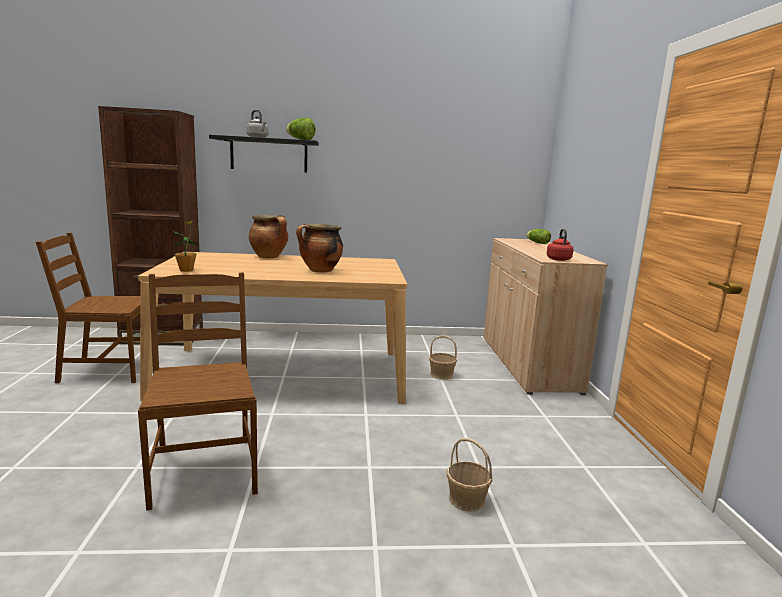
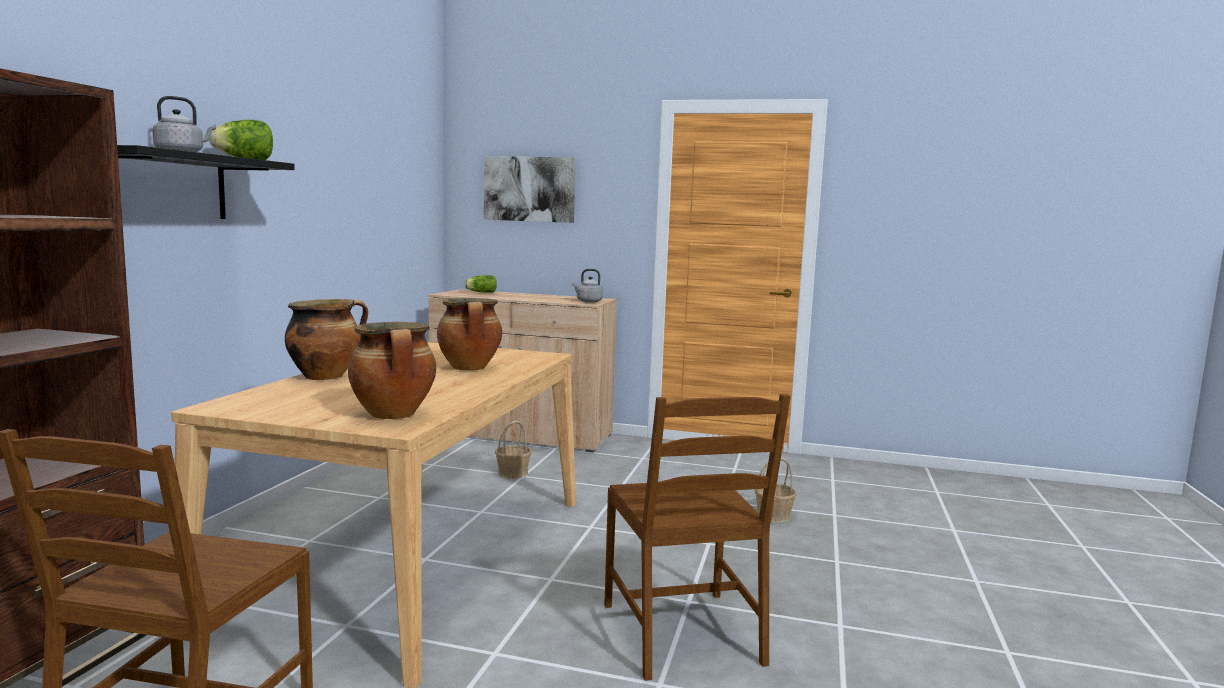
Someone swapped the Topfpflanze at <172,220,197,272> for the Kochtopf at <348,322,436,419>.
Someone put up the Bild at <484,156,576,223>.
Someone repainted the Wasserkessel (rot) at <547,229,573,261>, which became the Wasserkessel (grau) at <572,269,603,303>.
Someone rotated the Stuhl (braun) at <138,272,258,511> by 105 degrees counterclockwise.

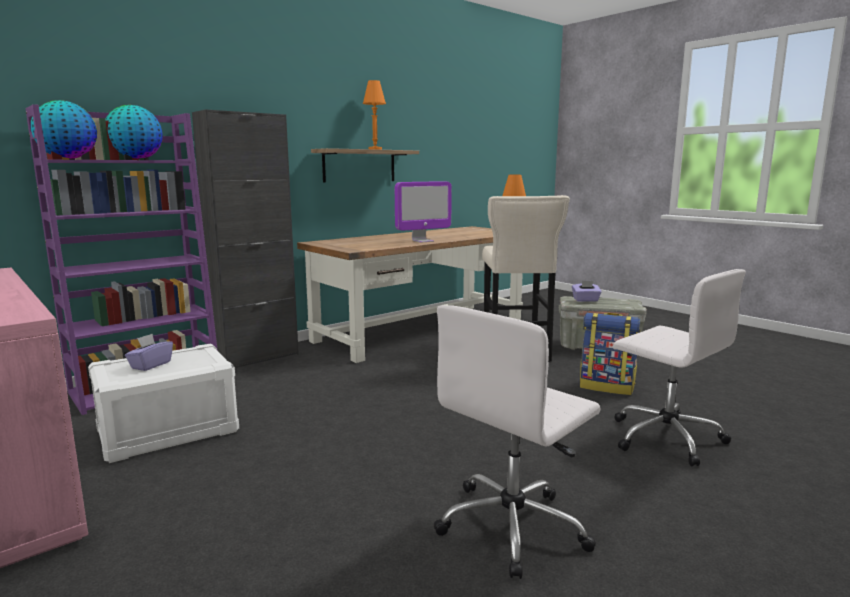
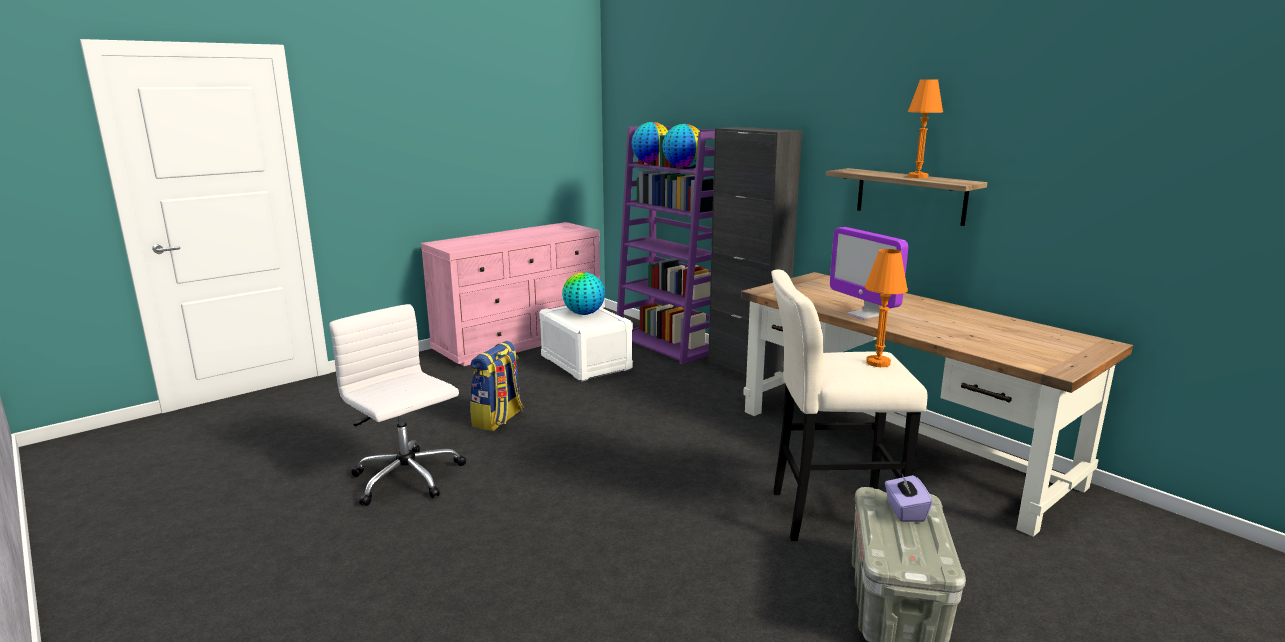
Someone carried the Rucksack from <580,313,640,395> to <470,341,523,431>.
Someone swapped the Taschentuchbox (lila) at <125,334,173,371> for the Globus at <562,272,605,315>.
Someone took away the Bürostuhl (weiß) at <613,269,746,467>.

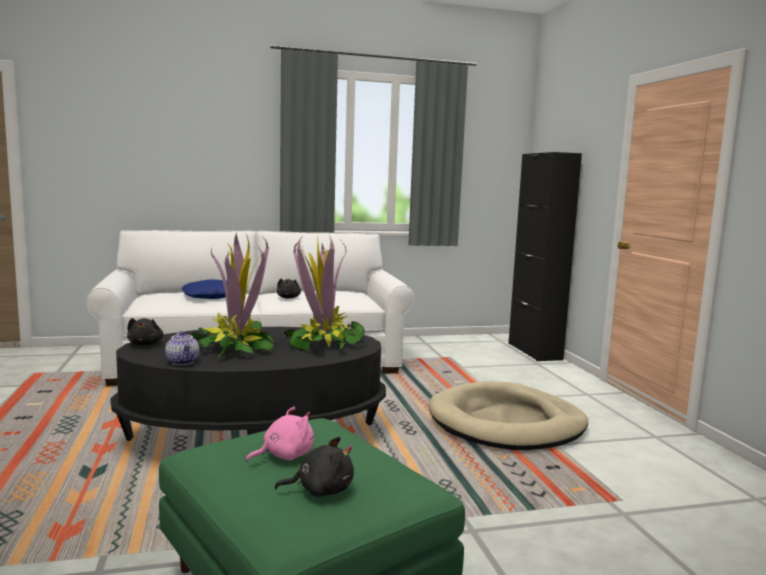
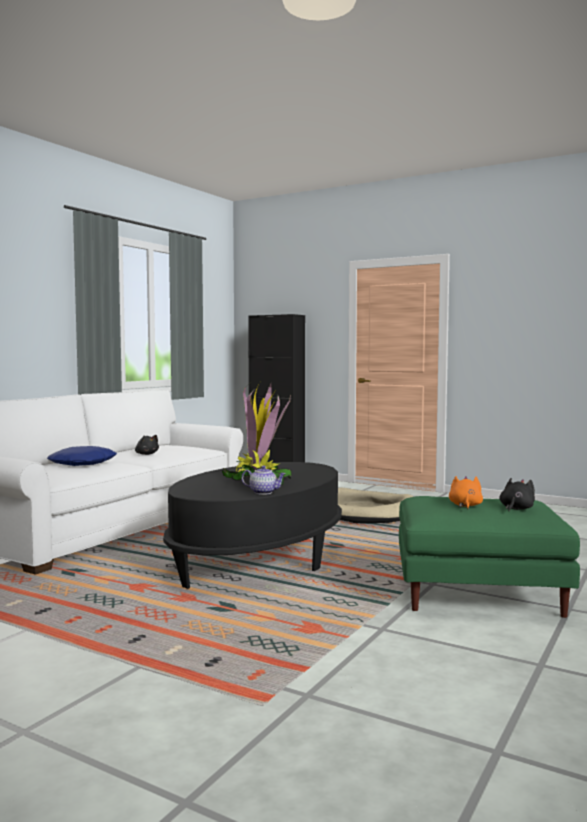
Someone repainted the Plüschtier (rosa) at <246,406,314,462>, which became the Plüschtier (orange) at <449,476,483,509>.
Someone took away the Plüschtier (schwarz) at <127,318,163,346>.
Someone took away the Topfpflanze at <284,235,365,351>.

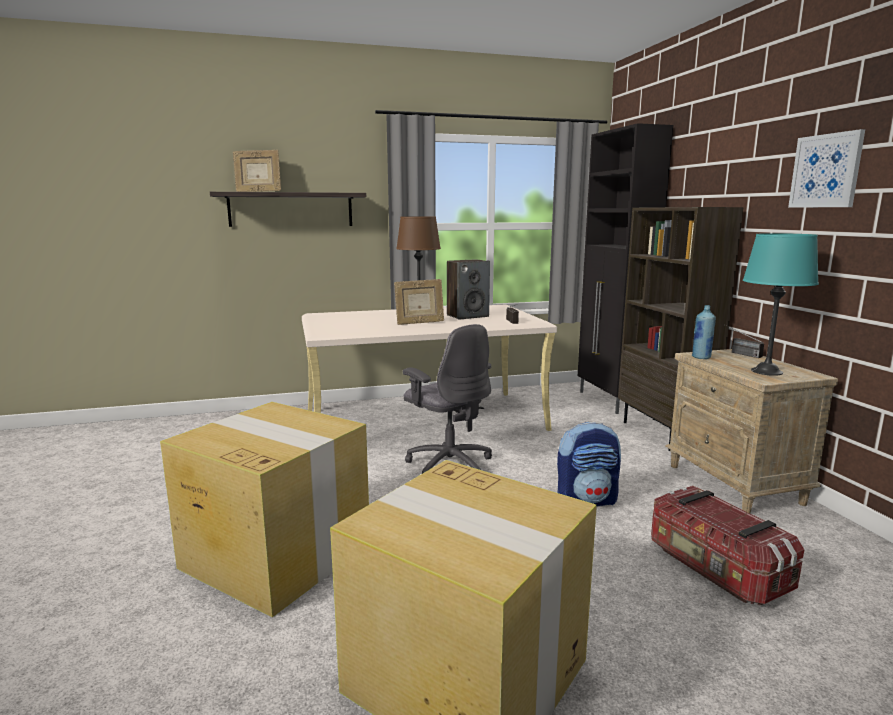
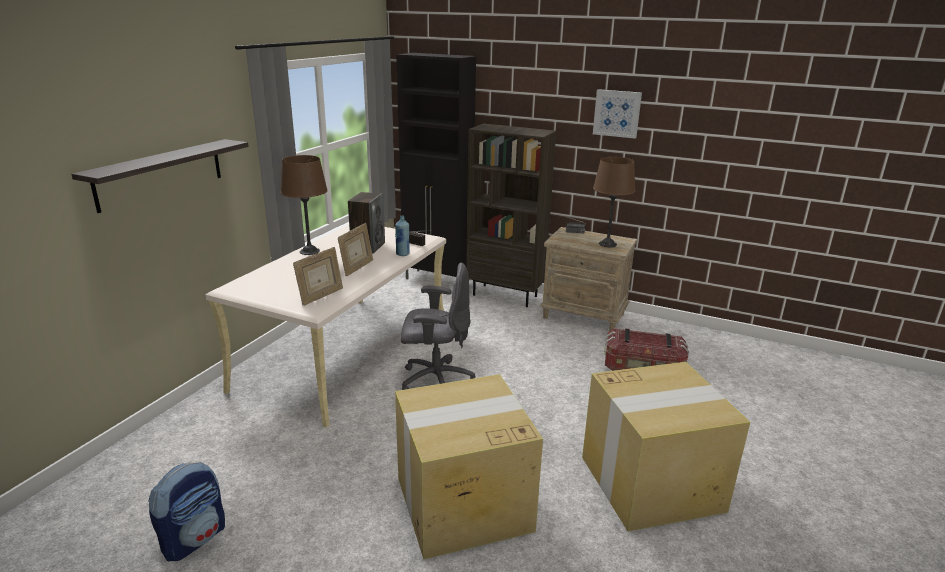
Someone carried the Rucksack from <557,422,621,506> to <148,462,225,561>.
Someone carried the Bilderrahmen from <233,150,281,192> to <293,247,343,306>.
Someone carried the Flasche (blau) from <692,305,716,359> to <395,216,409,256>.
Someone repainted the Tischlampe (türkis) at <743,233,819,376>, which became the Tischlampe (braun) at <593,157,635,247>.

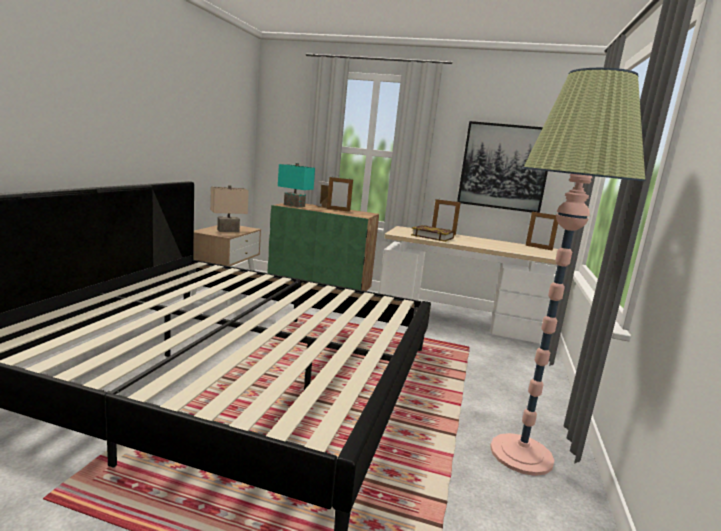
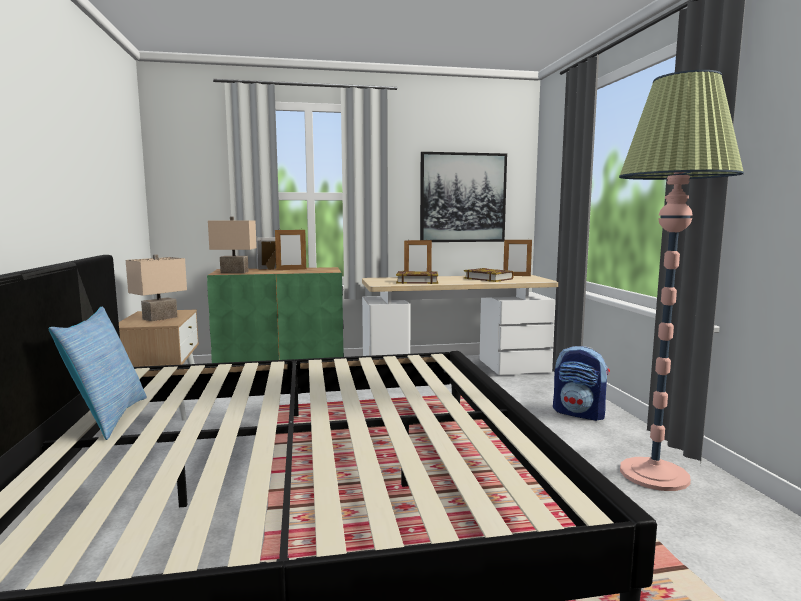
Someone put down the Kissen at <49,307,147,440>.
Someone repainted the Tischlampe (türkis) at <278,163,315,208>, which became the Tischlampe (beige) at <208,217,257,273>.
Someone put down the Buch at <464,268,514,282>.
Someone put down the Rucksack at <553,346,610,421>.

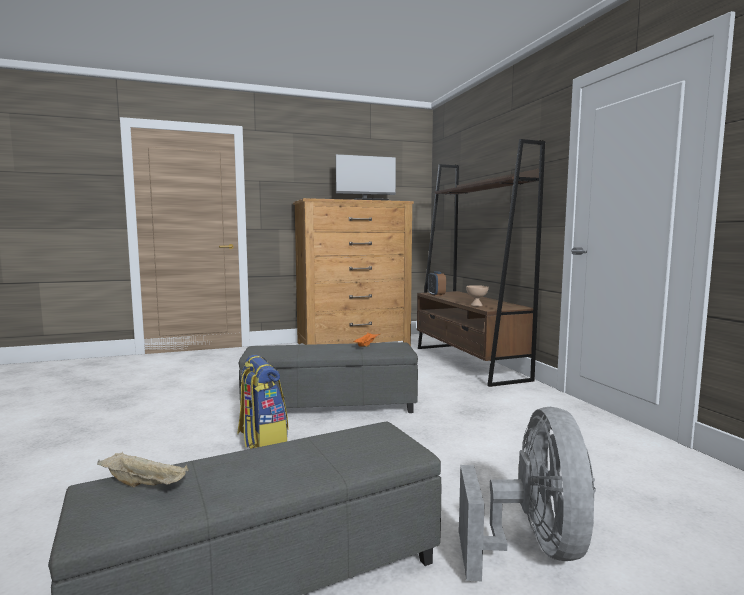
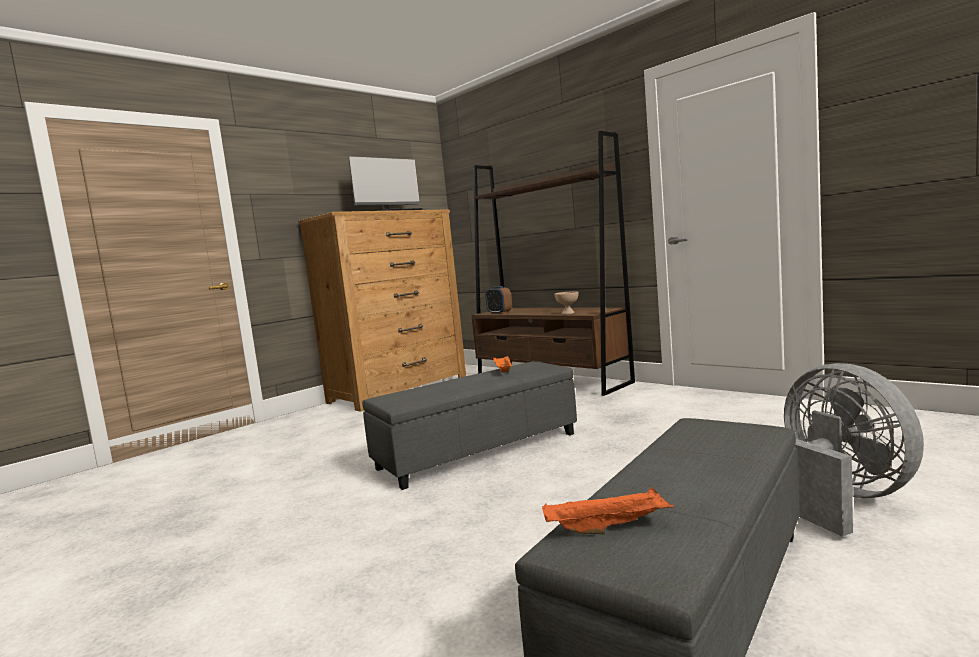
Someone repainted the Tablett (beige) at <97,452,189,487>, which became the Tablett (orange) at <542,487,674,534>.
Someone took away the Rucksack at <237,355,288,449>.

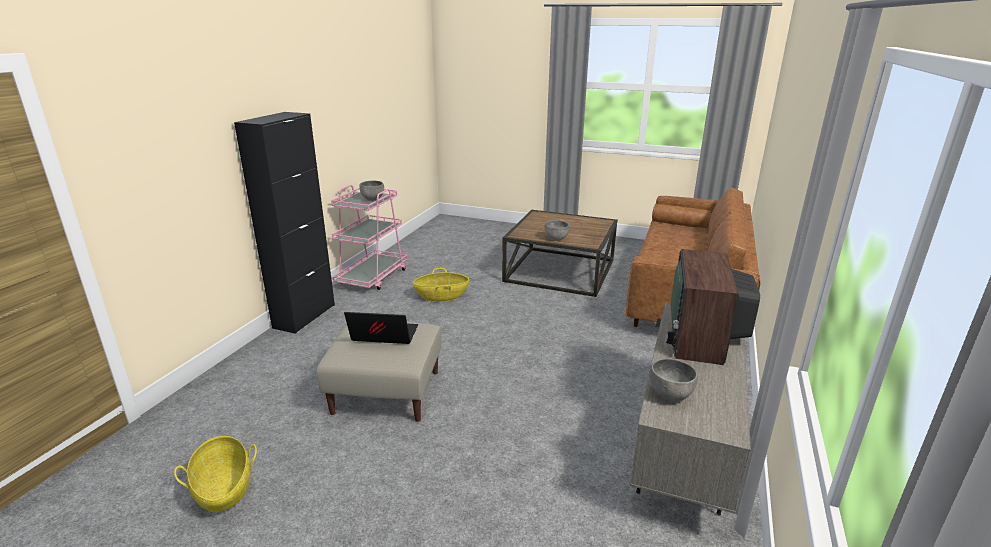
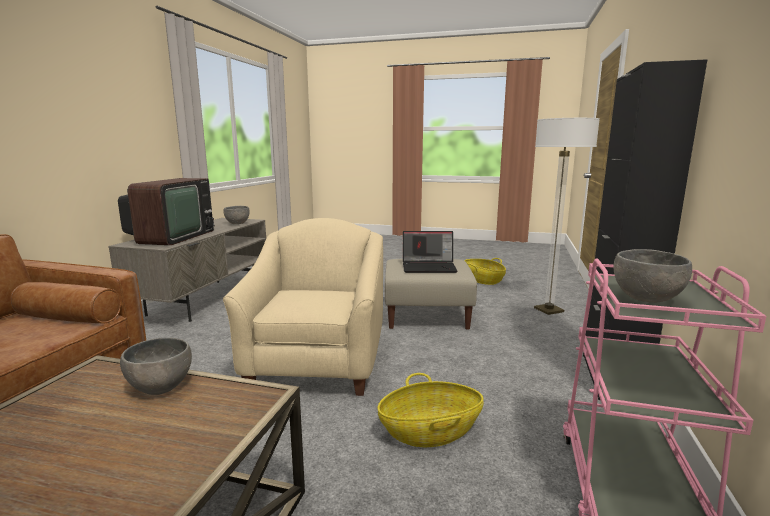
Someone put down the Sessel (beige) at <223,218,383,396>.
Someone put down the Stehlampe at <534,118,600,315>.

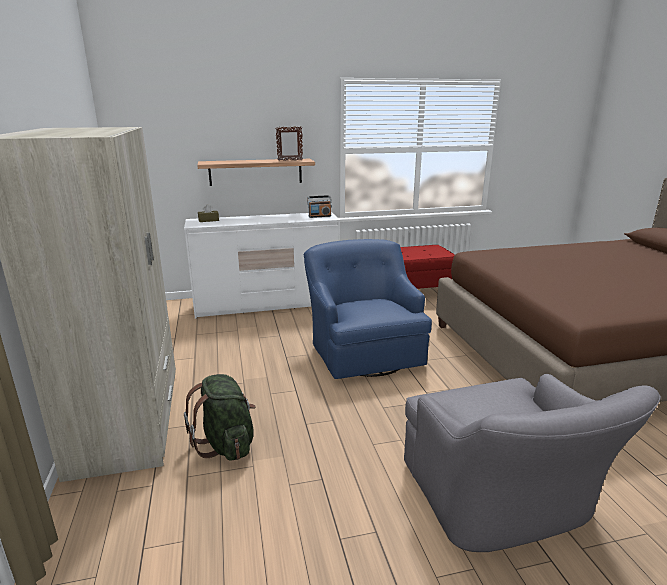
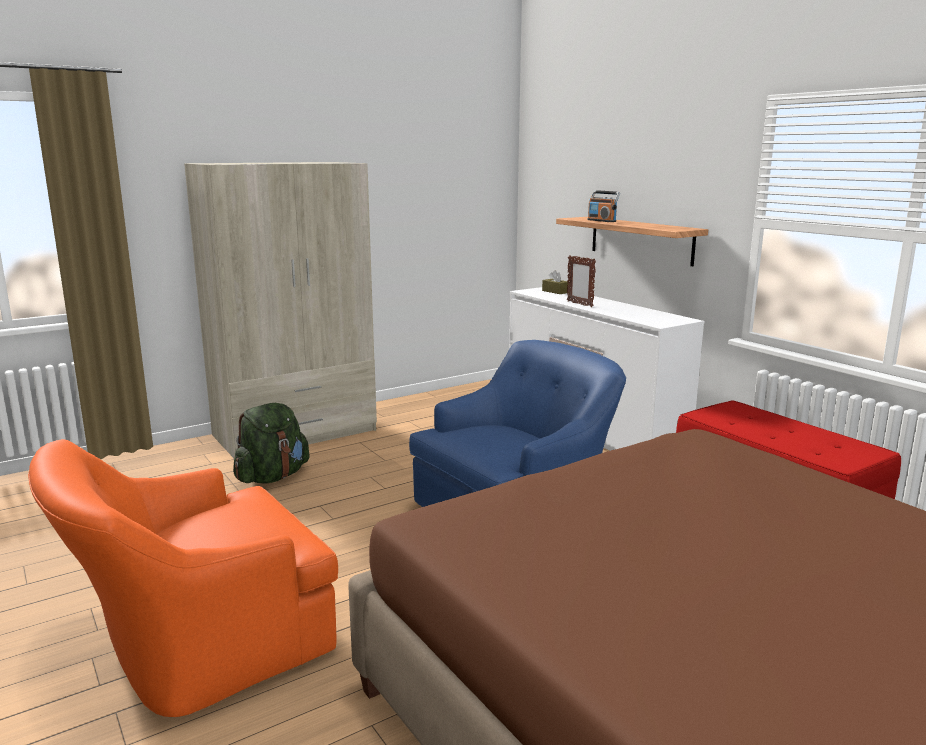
Someone repainted the Sessel (grau) at <404,374,661,552>, which became the Sessel (orange) at <28,439,338,717>.
Someone carried the Bilderrahmen from <275,126,303,161> to <567,255,596,307>.
Someone carried the Radio from <307,195,332,218> to <588,190,620,222>.

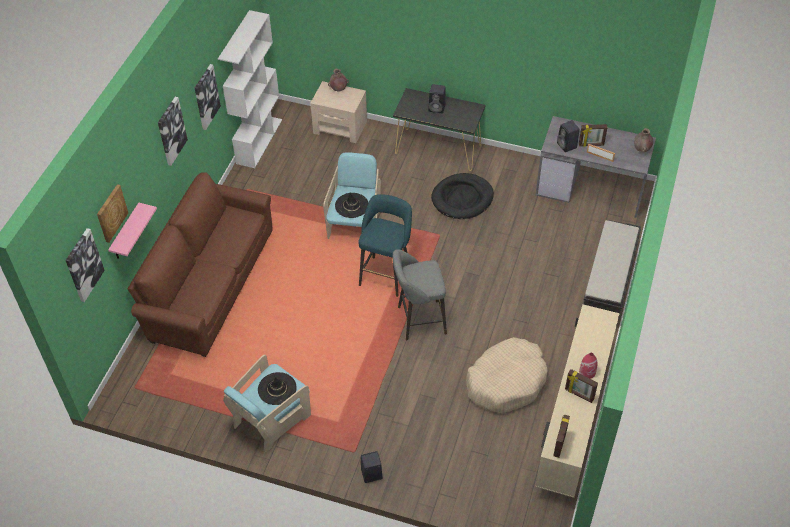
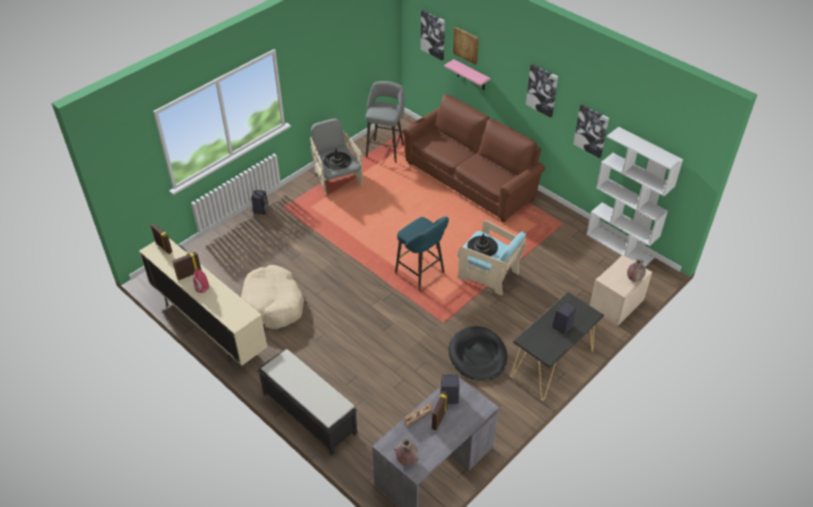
Someone repainted the Sessel (türkis) at <223,355,311,453>, which became the Sessel (grau) at <310,119,362,196>.
Someone carried the Hocker (grau) from <393,249,447,341> to <366,81,405,163>.

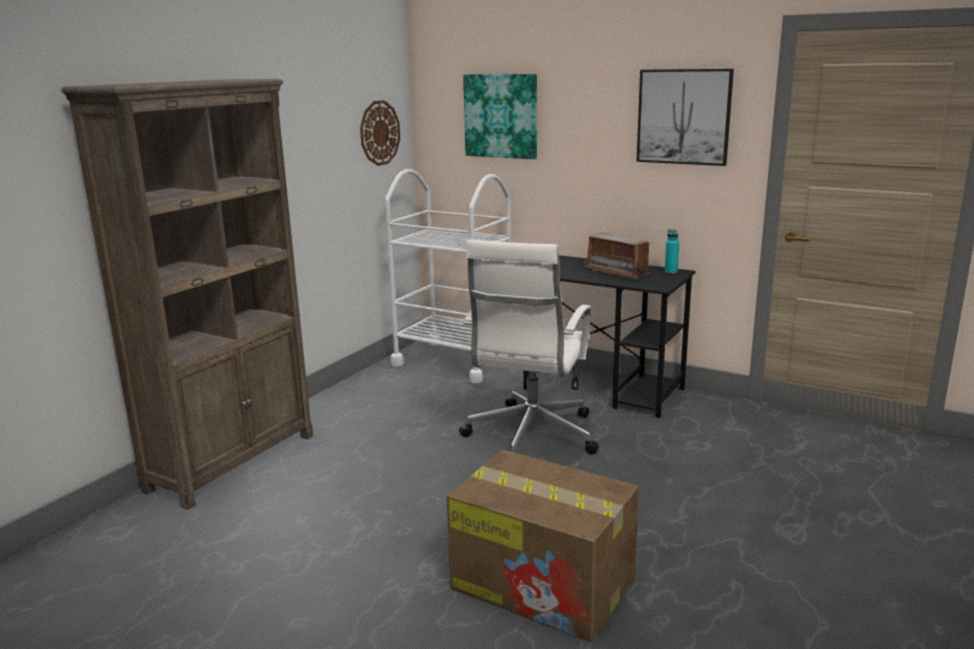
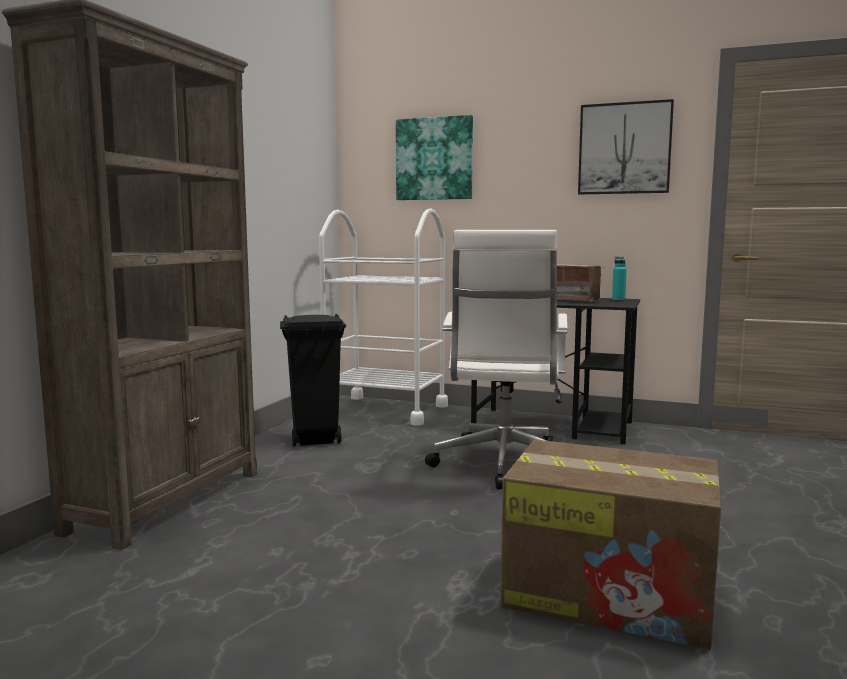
Someone put down the Mülleimer (schwarz) at <280,314,346,446>.
Someone took away the Wanduhr at <360,100,400,166>.

